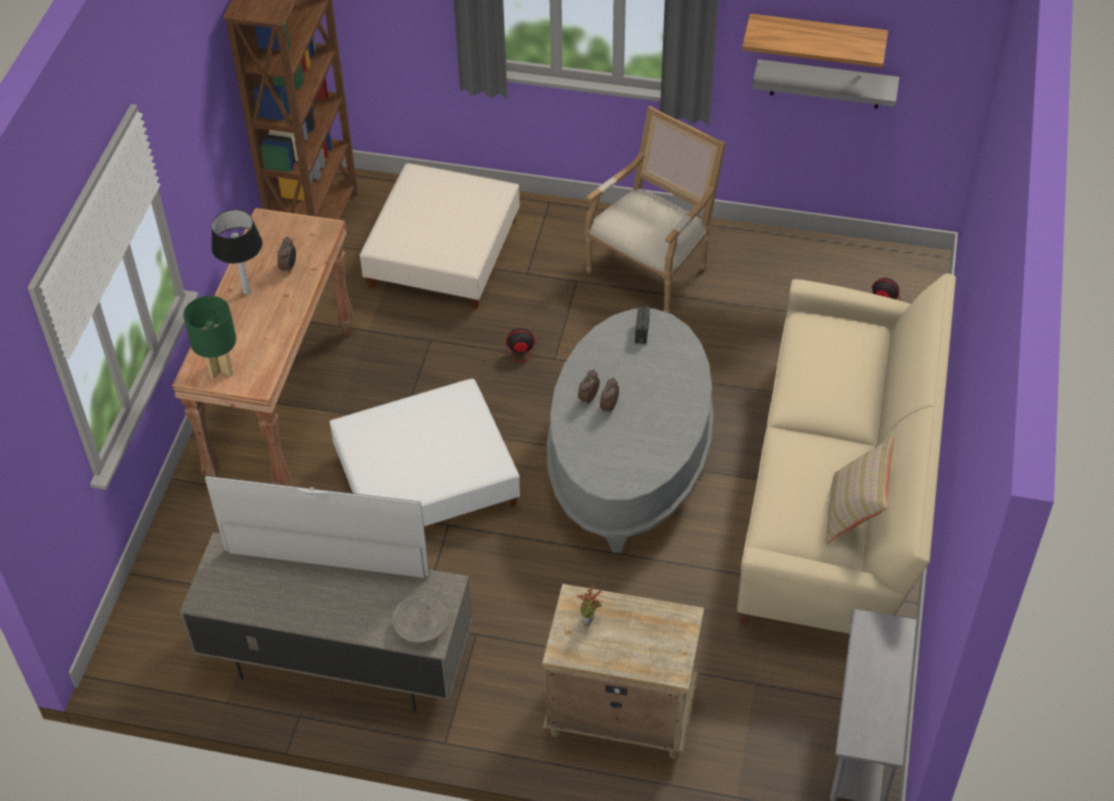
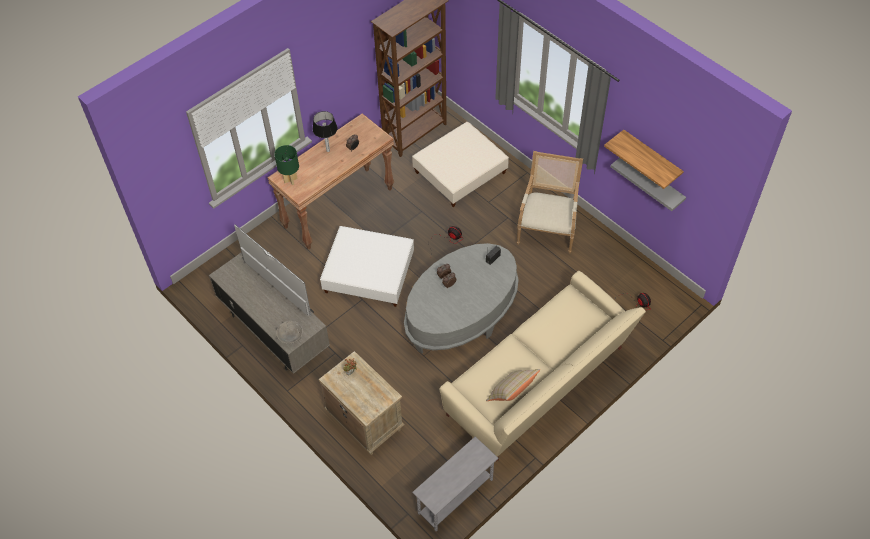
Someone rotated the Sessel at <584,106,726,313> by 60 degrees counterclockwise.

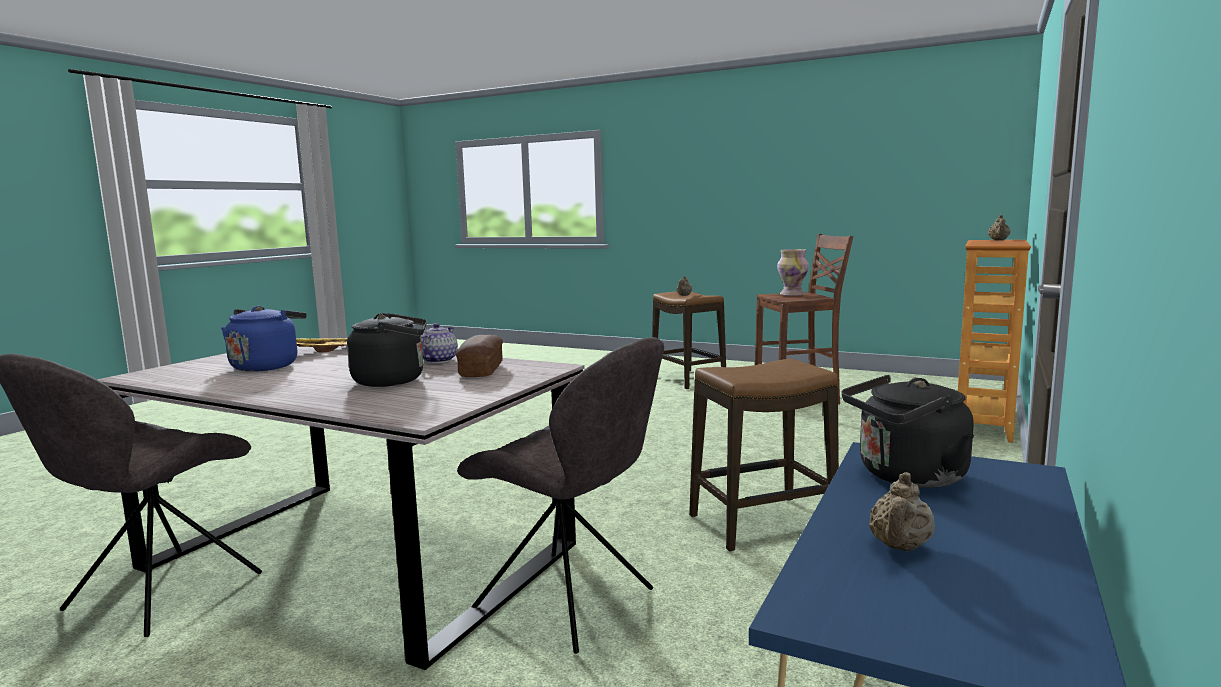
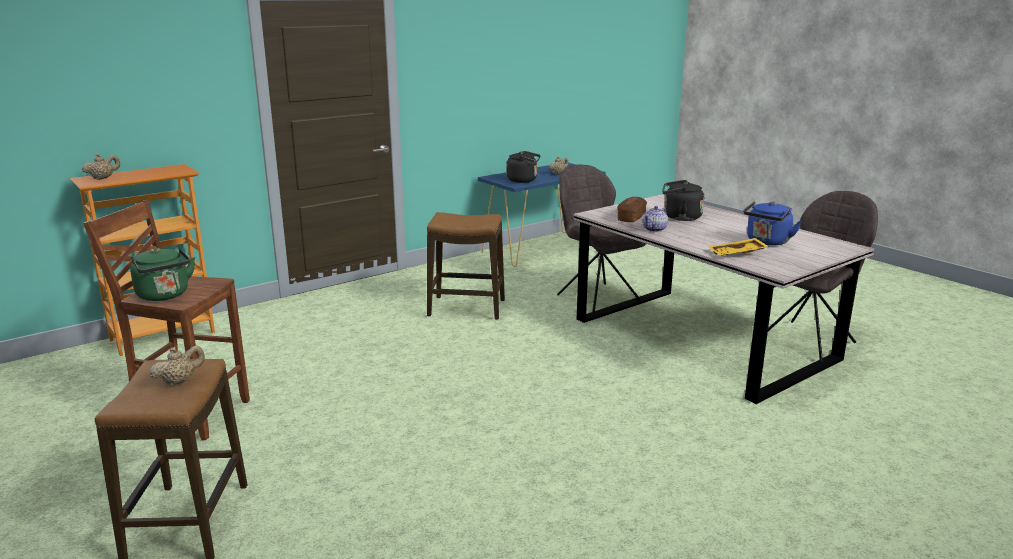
Someone swapped the Vase at <777,249,809,296> for the Wasserkessel (grün) at <130,247,195,301>.

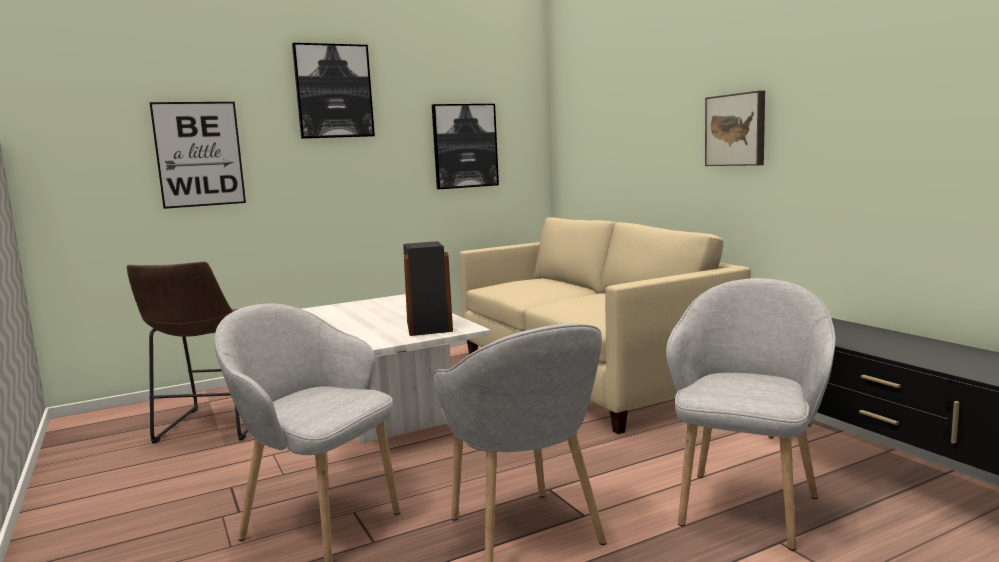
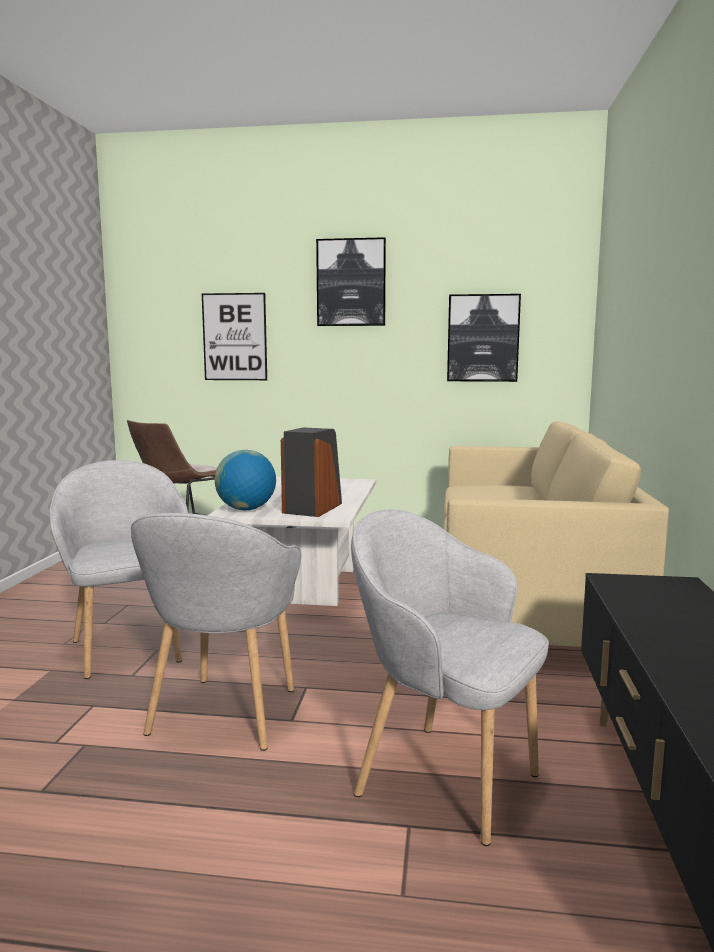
Someone put down the Globus at <215,450,276,510>.
Someone rotated the Sessel (grau) at <666,278,836,551> by 120 degrees counterclockwise.
Someone took away the Bild at <705,91,765,166>.

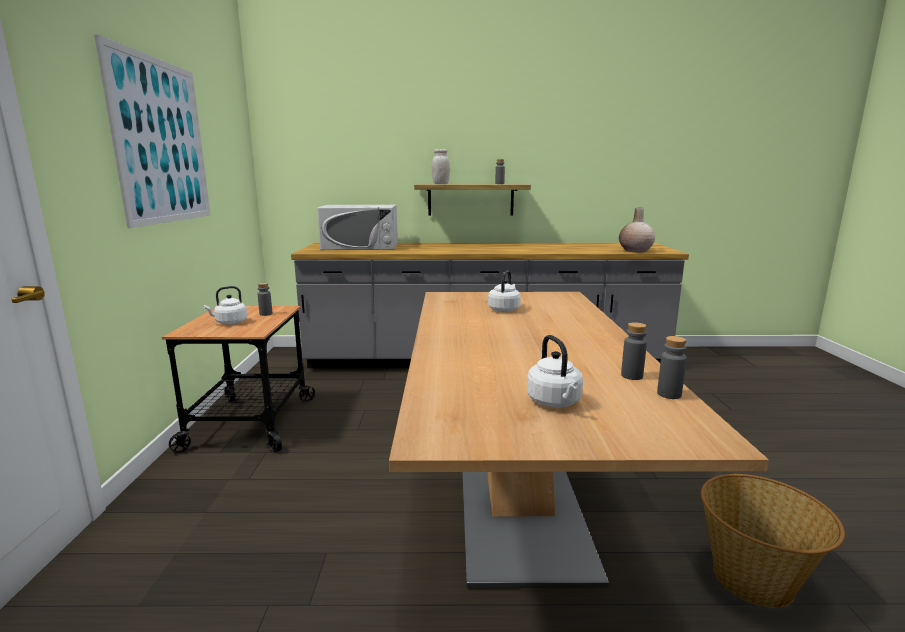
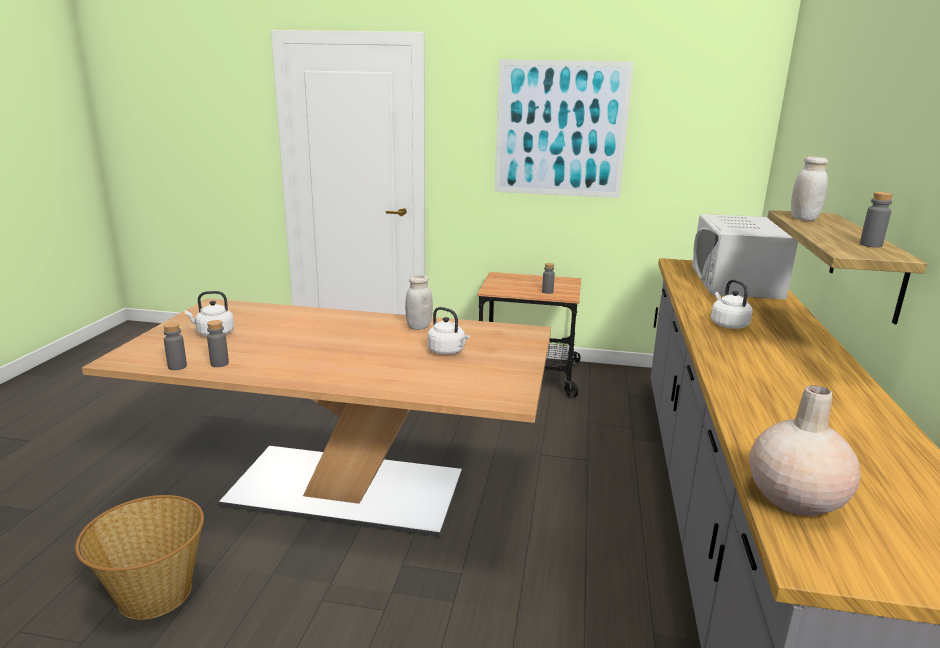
Someone put down the Vorratsglas (weiß) at <405,275,433,330>.
Someone carried the Wasserkessel (weiß) from <204,286,247,325> to <711,279,753,329>.

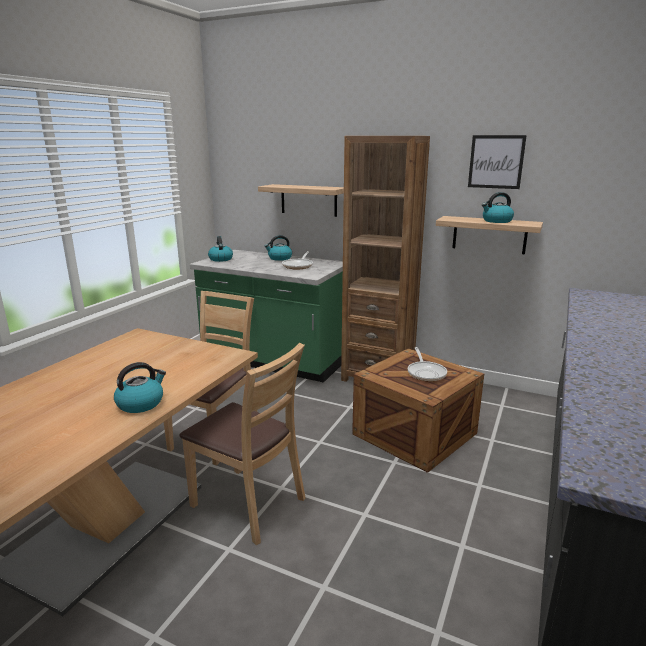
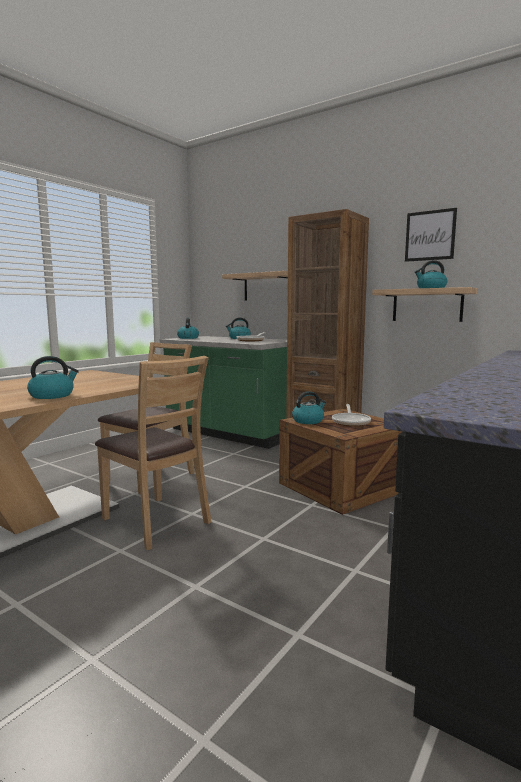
Someone put down the Wasserkessel at <292,391,326,424>.

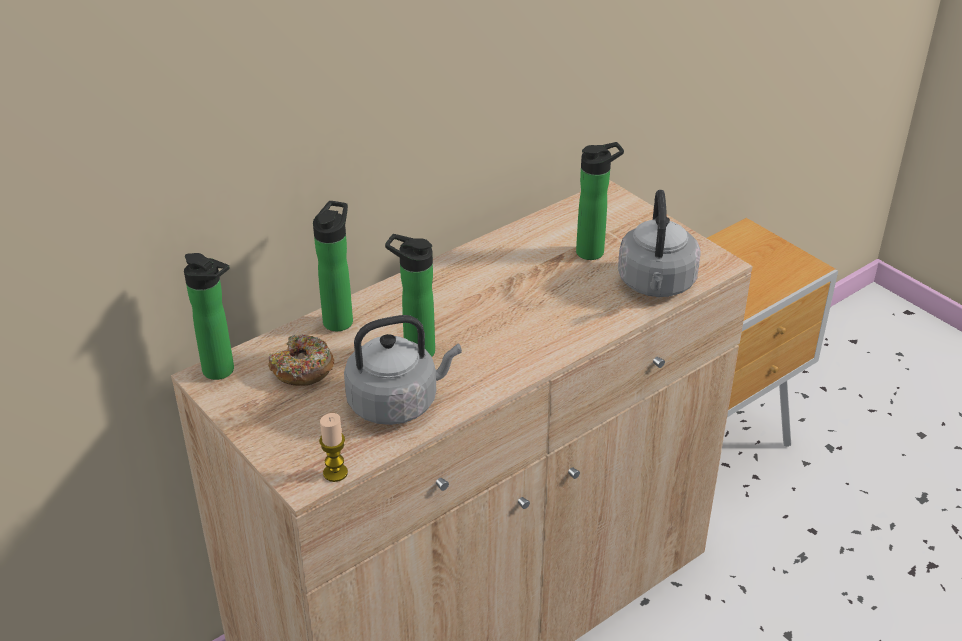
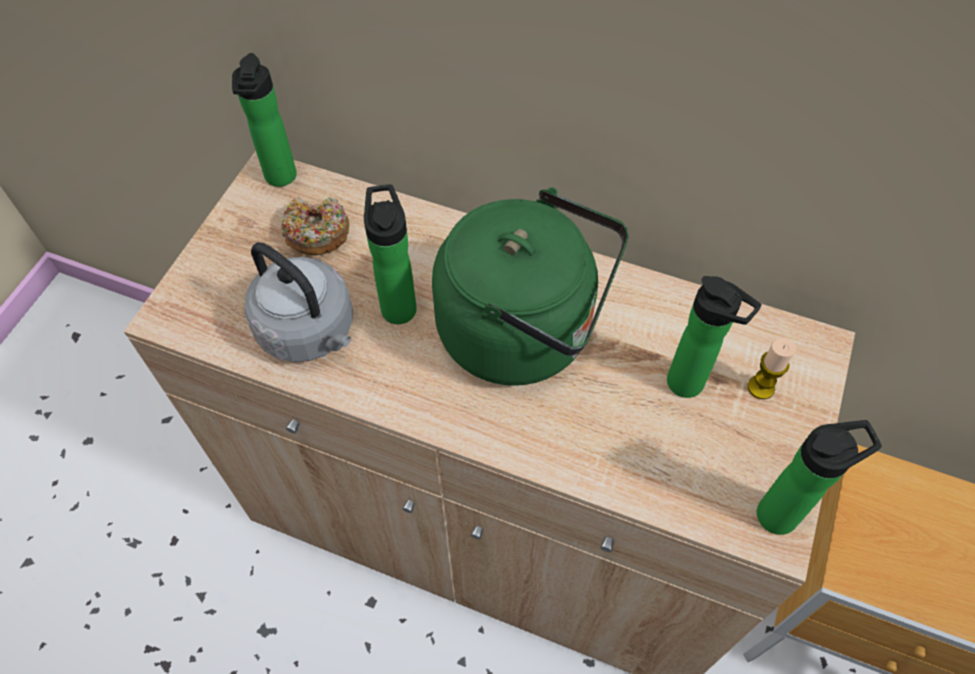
Someone put down the Wasserkessel (grün) at <432,187,629,386>.
Someone carried the Kerze from <319,413,348,482> to <748,338,796,399>.
Someone carried the Flasche from <313,201,353,331> to <757,420,882,535>.
Someone took away the Wasserkessel (grau) at <618,190,701,297>.

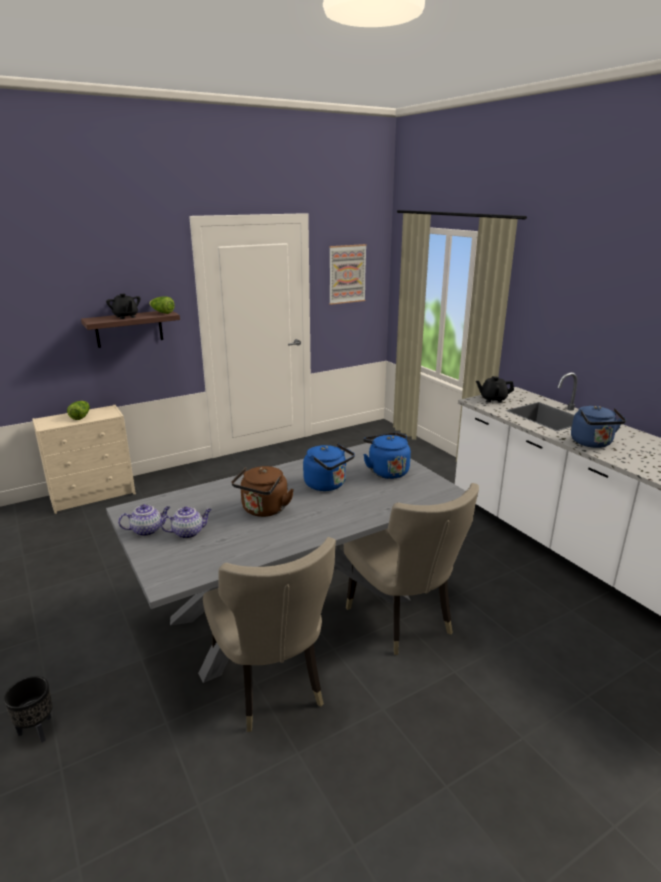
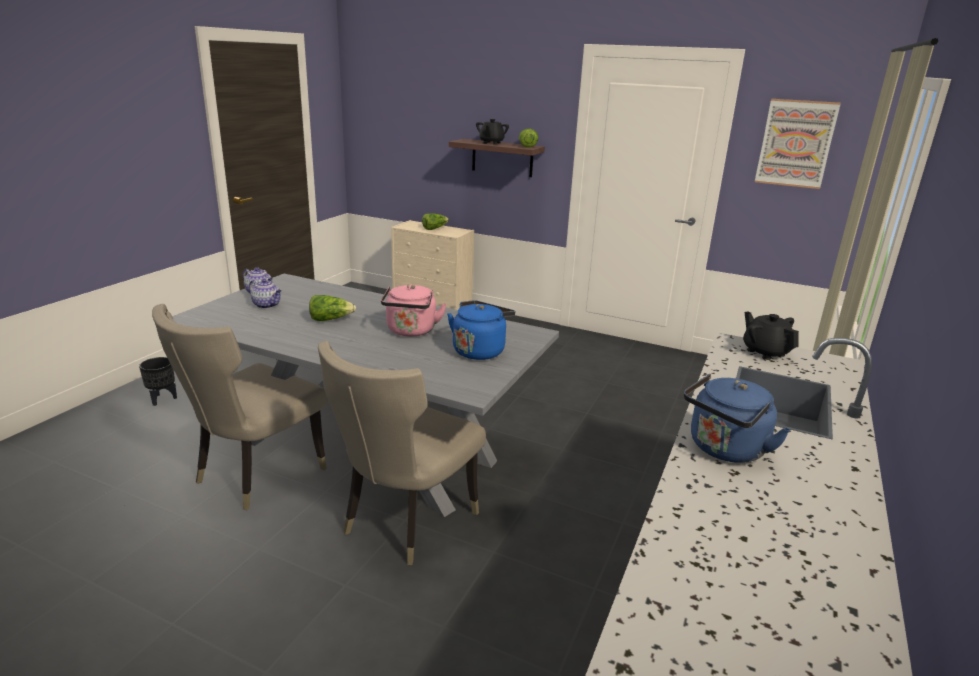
Someone swapped the Wasserkessel (braun) at <231,466,294,517> for the Salatkopf at <309,295,356,321>.
Someone repainted the Wasserkessel (blau) at <303,443,355,491>, which became the Wasserkessel (rosa) at <381,284,446,336>.

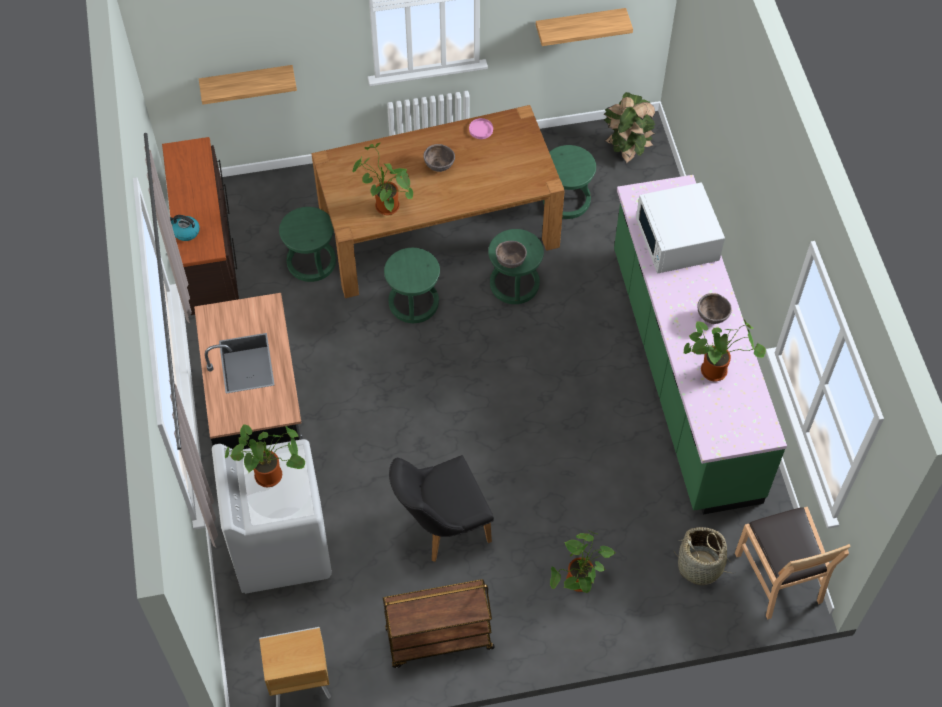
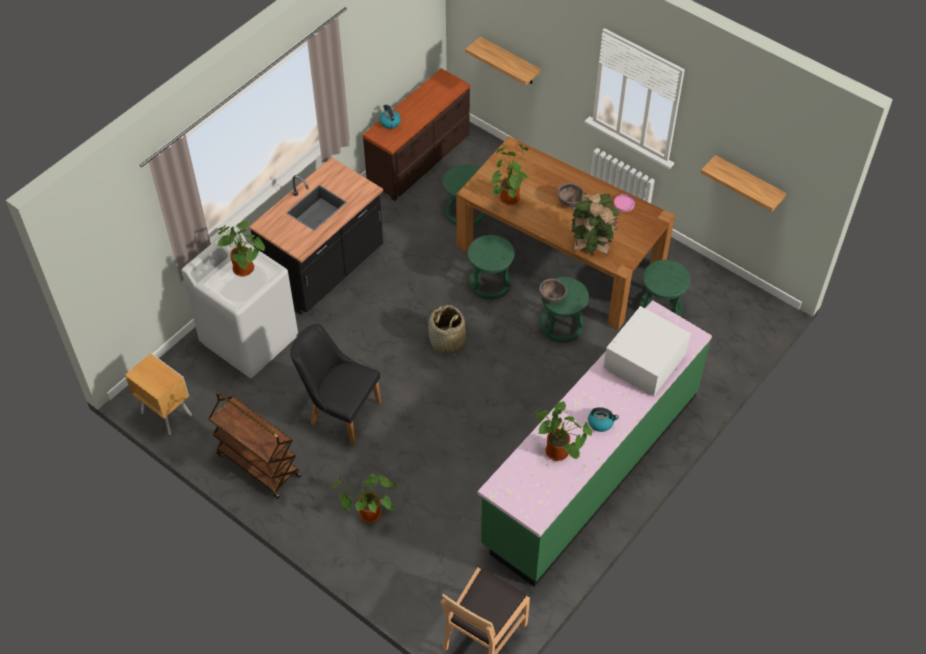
Someone carried the Korb from <674,527,730,585> to <428,305,466,356>.
Someone carried the Topfpflanze from <604,92,655,164> to <571,193,620,256>.
Someone swapped the Schüssel (braun) at <697,293,732,324> for the Wasserkessel at <588,407,619,432>.

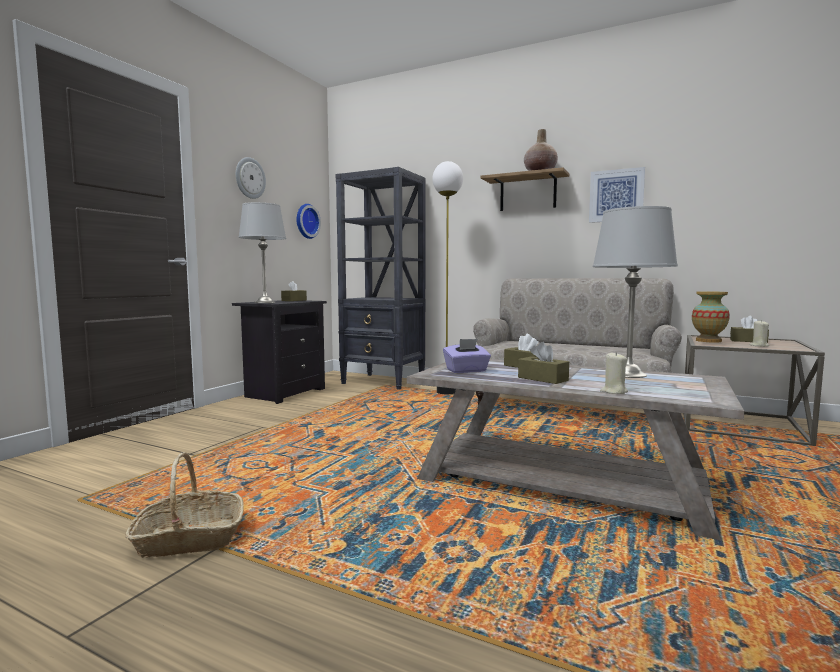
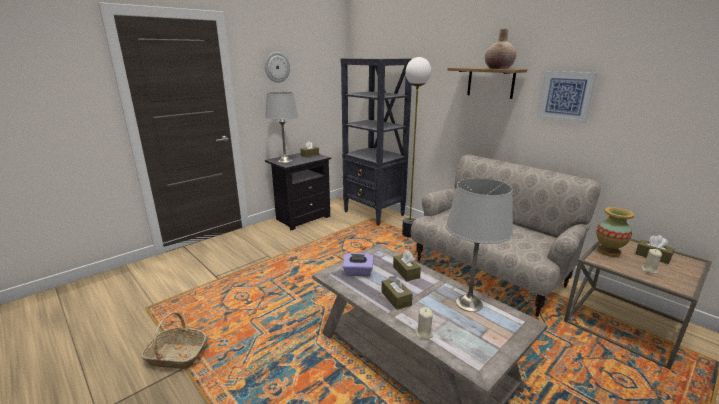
Someone took away the Wanduhr at <296,204,321,239>.

